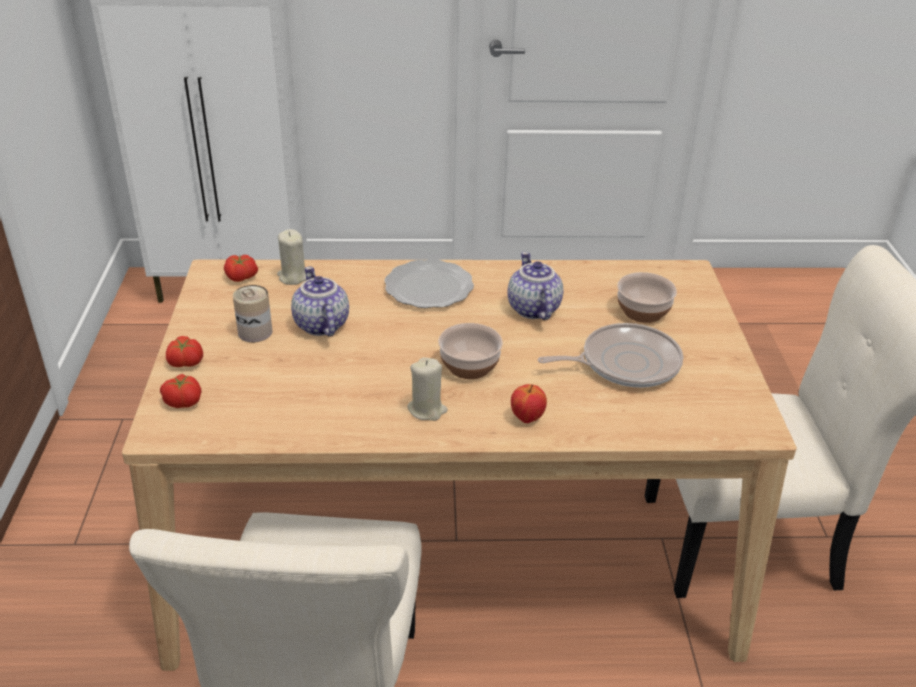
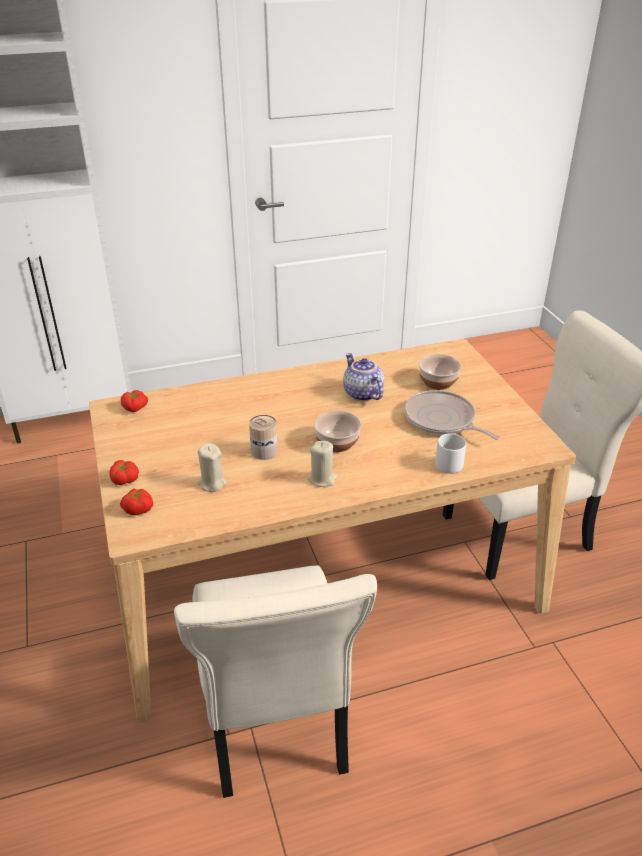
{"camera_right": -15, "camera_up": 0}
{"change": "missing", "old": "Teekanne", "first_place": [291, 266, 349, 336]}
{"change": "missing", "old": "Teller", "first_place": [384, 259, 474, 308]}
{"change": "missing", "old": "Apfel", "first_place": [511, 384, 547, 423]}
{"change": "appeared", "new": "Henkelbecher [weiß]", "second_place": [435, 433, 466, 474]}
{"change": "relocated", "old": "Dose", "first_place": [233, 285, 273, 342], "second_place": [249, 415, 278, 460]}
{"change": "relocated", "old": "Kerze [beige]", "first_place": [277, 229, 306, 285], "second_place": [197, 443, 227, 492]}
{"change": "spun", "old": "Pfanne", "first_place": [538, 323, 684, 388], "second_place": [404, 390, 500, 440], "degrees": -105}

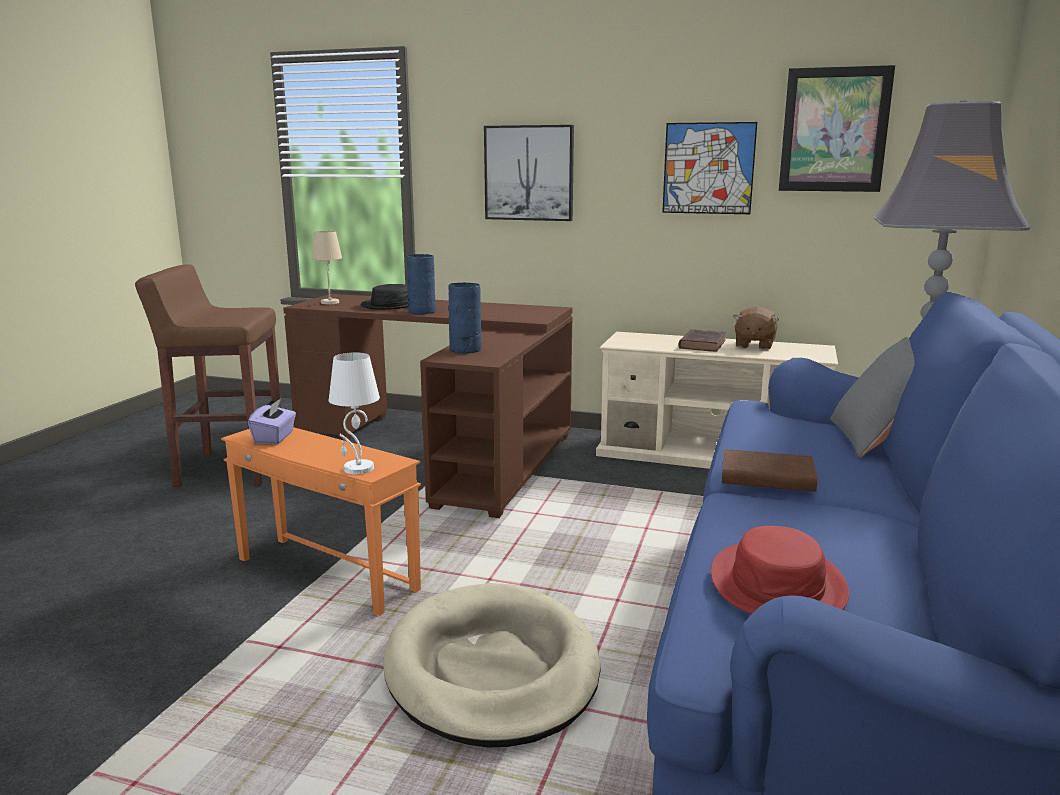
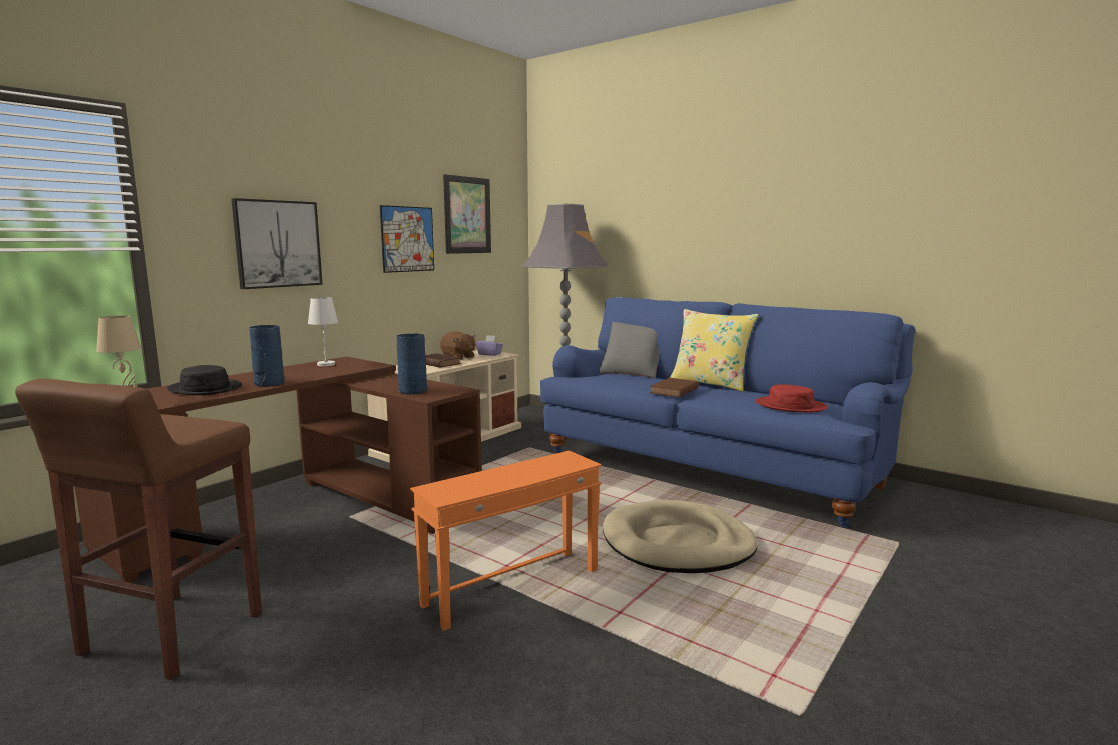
{"camera_right": -70, "camera_up": -5}
{"change": "appeared", "new": "Kissen [gelb]", "second_place": [670, 309, 759, 391]}
{"change": "relocated", "old": "Taschentuchbox [lila]", "first_place": [248, 398, 296, 444], "second_place": [476, 335, 503, 356]}
{"change": "relocated", "old": "Tischlampe [weiß]", "first_place": [329, 352, 380, 475], "second_place": [308, 297, 338, 366]}

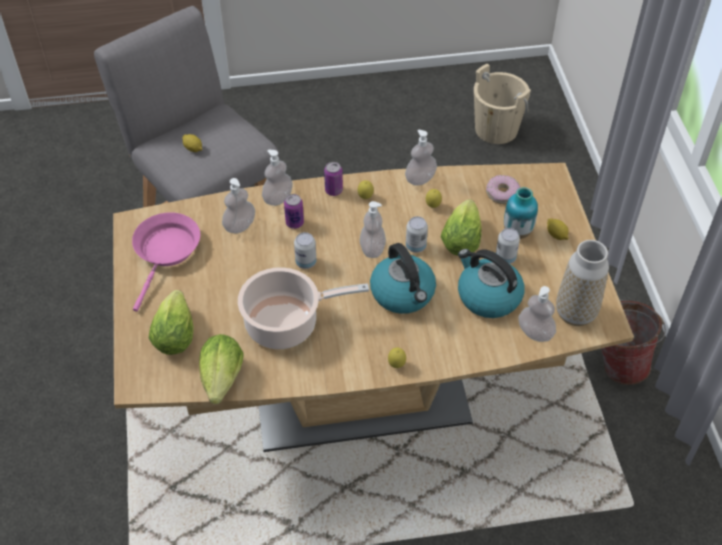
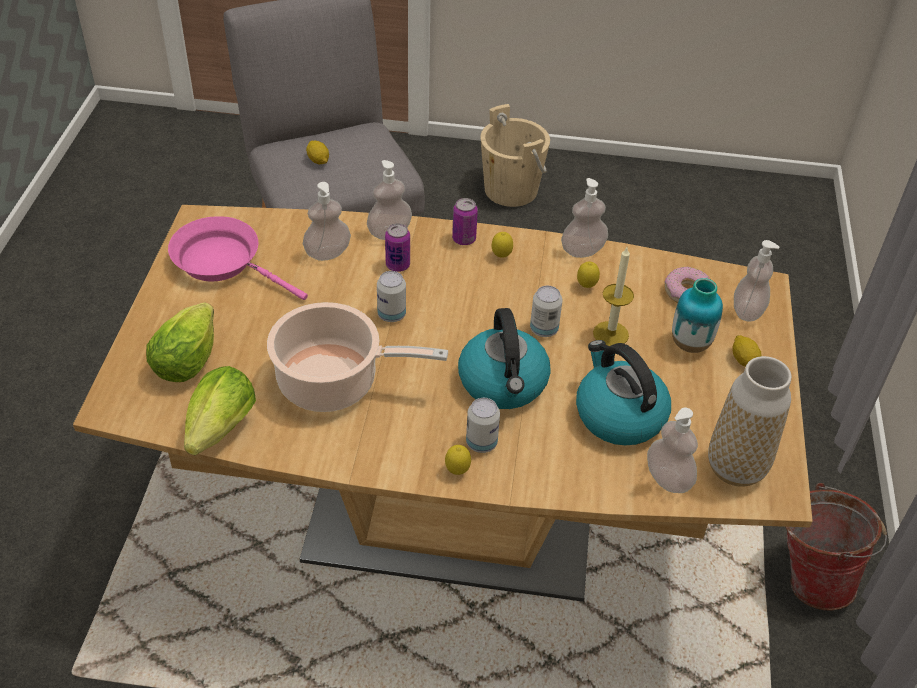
{"camera_right": 15, "camera_up": -5}
{"change": "relocated", "old": "Seifenspender", "first_place": [360, 201, 386, 258], "second_place": [734, 240, 779, 322]}
{"change": "relocated", "old": "Eimer [beige]", "first_place": [474, 64, 531, 144], "second_place": [480, 104, 550, 207]}
{"change": "relocated", "old": "Dose", "first_place": [496, 228, 520, 264], "second_place": [466, 398, 500, 453]}
{"change": "exchanged", "old": "Salatkopf", "new": "Kerze", "first_place": [441, 199, 482, 256], "second_place": [593, 247, 634, 346]}
{"change": "spun", "old": "Pfanne [rosa]", "first_place": [132, 212, 200, 312], "second_place": [168, 216, 308, 300], "degrees": -90}

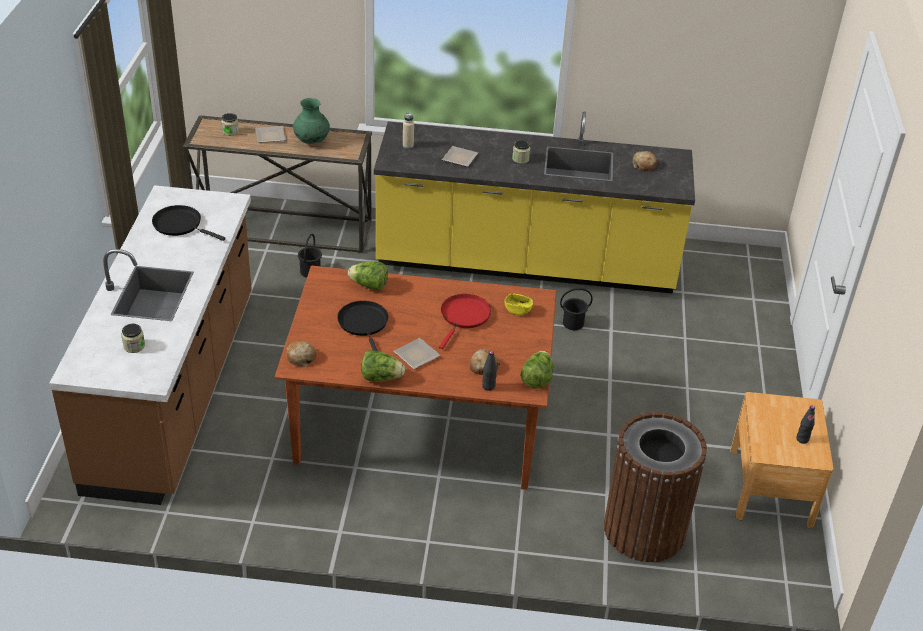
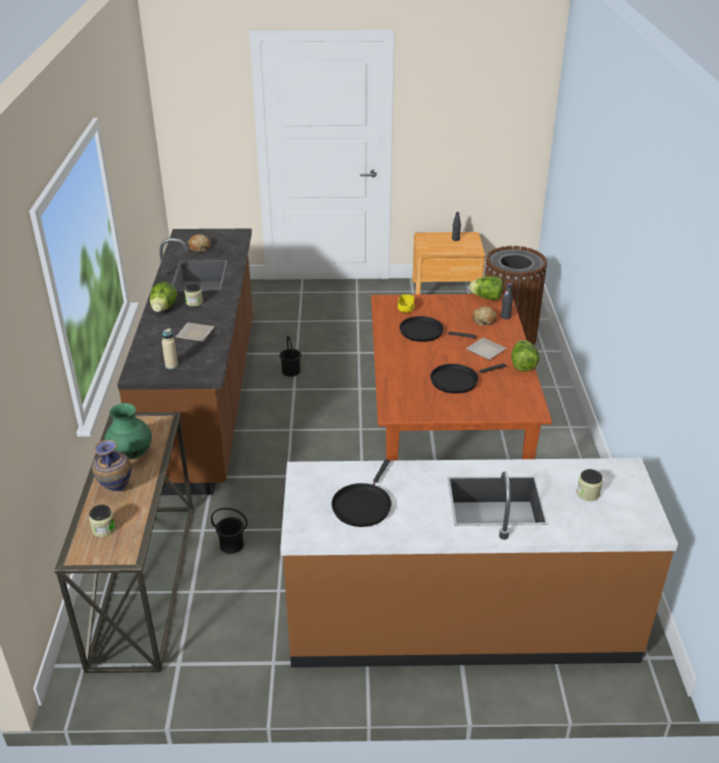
{"camera_right": -95, "camera_up": -5}
{"change": "missing", "old": "Brot", "first_place": [286, 340, 316, 367]}
{"change": "relocated", "old": "Salatkopf", "first_place": [348, 261, 388, 291], "second_place": [149, 282, 177, 312]}
{"change": "exchanged", "old": "Teller", "new": "Vase", "first_place": [256, 126, 285, 143], "second_place": [92, 440, 132, 491]}
{"change": "colour", "old": "Küchenzeile [gelb]", "new": "Küchenzeile [braun]", "first_place": [374, 111, 695, 294], "second_place": [117, 229, 253, 495]}
{"change": "colour", "old": "Pfanne [rot]", "new": "Pfanne [schwarz]", "first_place": [439, 294, 491, 349], "second_place": [399, 316, 476, 342]}

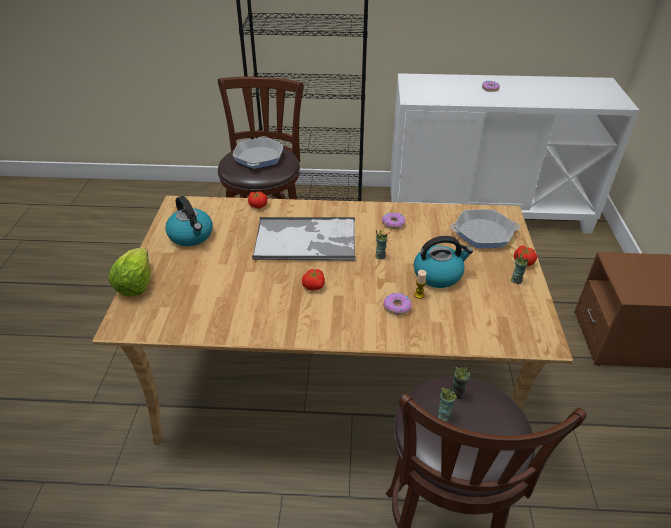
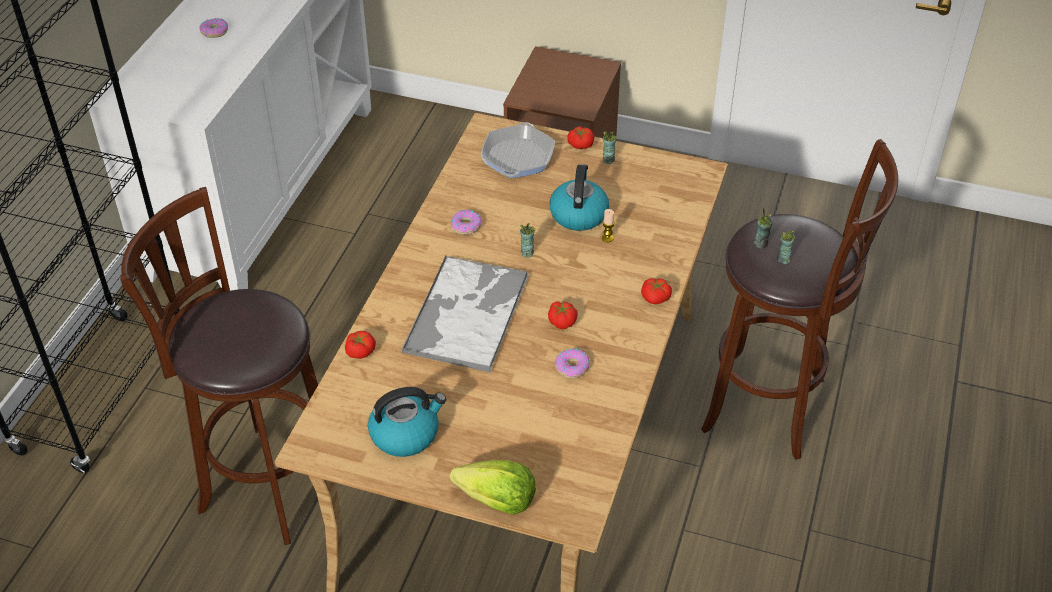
{"camera_right": -75, "camera_up": 5}
{"change": "missing", "old": "Pfanne", "first_place": [233, 136, 283, 169]}
{"change": "appeared", "new": "Tomate", "second_place": [641, 278, 672, 304]}
{"change": "relocated", "old": "Donut", "first_place": [383, 293, 412, 315], "second_place": [554, 348, 590, 378]}

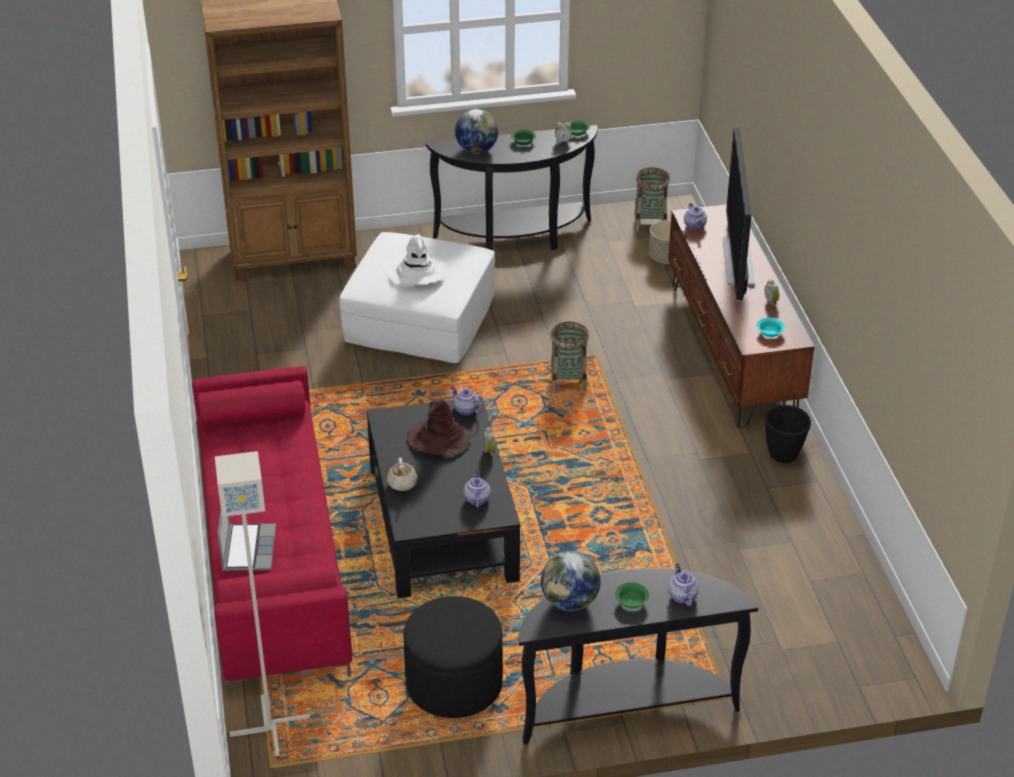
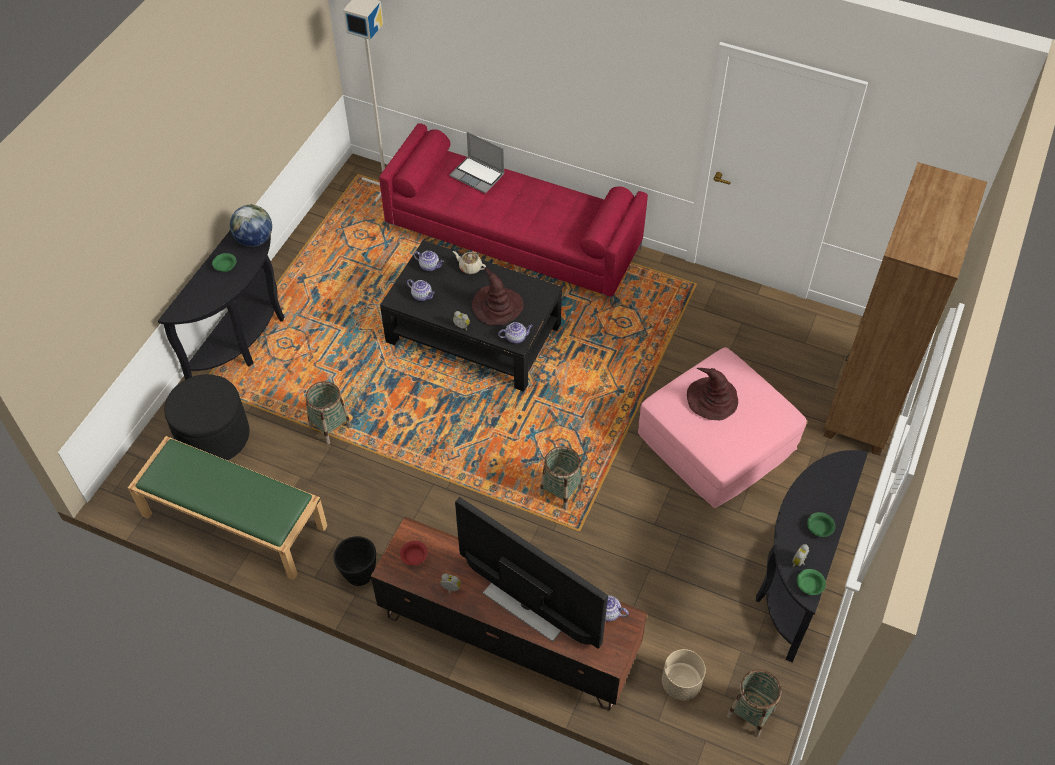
{"camera_right": 125, "camera_up": 15}
{"change": "missing", "old": "Globus", "first_place": [455, 109, 498, 153]}
{"change": "appeared", "new": "Bank [grün]", "second_place": [128, 436, 327, 580]}
{"change": "appeared", "new": "Korb", "second_place": [305, 381, 352, 445]}
{"change": "relocated", "old": "Polsterhocker [schwarz]", "first_place": [403, 596, 503, 718], "second_place": [164, 374, 249, 460]}
{"change": "relocated", "old": "Teekanne", "first_place": [668, 564, 699, 606], "second_place": [413, 251, 444, 271]}
{"change": "colour", "old": "Polsterhocker [weiß]", "new": "Polsterhocker [rosa]", "first_place": [339, 232, 495, 363], "second_place": [638, 347, 807, 508]}
{"change": "colour", "old": "Hut [weiß]", "new": "Hut [braun]", "first_place": [388, 234, 445, 286], "second_place": [687, 368, 738, 420]}
{"change": "colour", "old": "Schüssel [türkis]", "new": "Schüssel [rot]", "first_place": [757, 318, 785, 337], "second_place": [400, 541, 428, 565]}

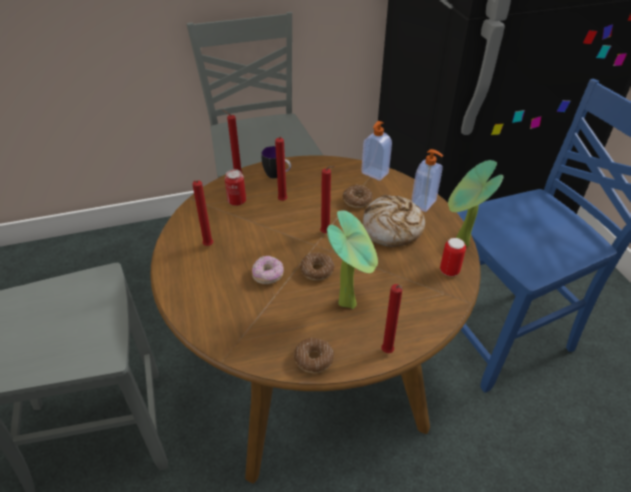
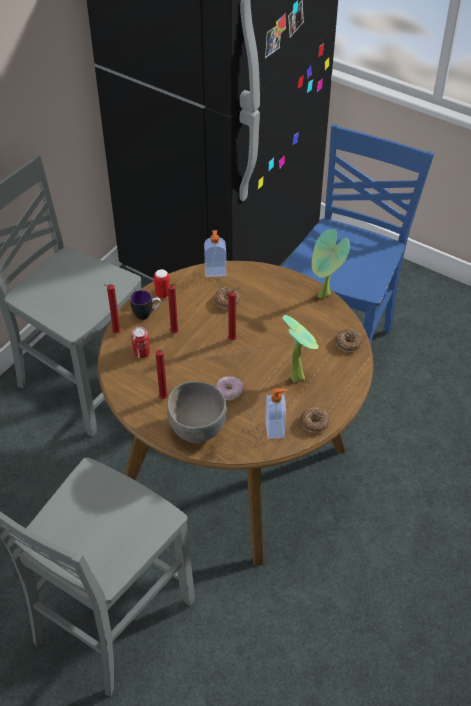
{"camera_right": -40, "camera_up": 5}
{"change": "missing", "old": "Brot", "first_place": [362, 195, 425, 247]}
{"change": "missing", "old": "Kerze [rot]", "first_place": [381, 284, 403, 353]}
{"change": "appeared", "new": "Schüssel [grau]", "second_place": [167, 381, 227, 443]}
{"change": "relocated", "old": "Donut", "first_place": [300, 253, 335, 281], "second_place": [335, 329, 363, 352]}
{"change": "relocated", "old": "Seifenspender", "first_place": [411, 149, 443, 212], "second_place": [266, 388, 288, 439]}
{"change": "relocated", "old": "Dose", "first_place": [440, 238, 466, 276], "second_place": [154, 269, 170, 299]}

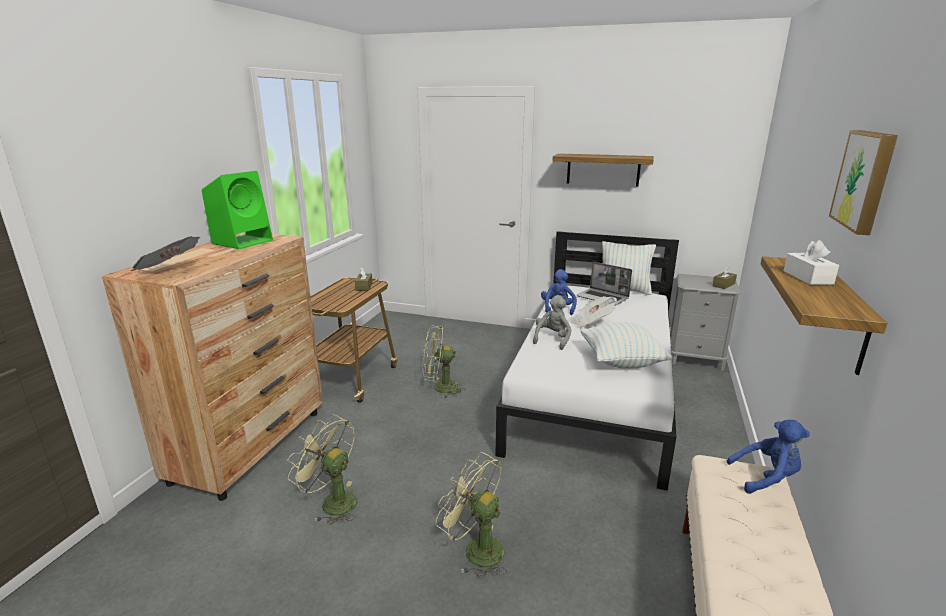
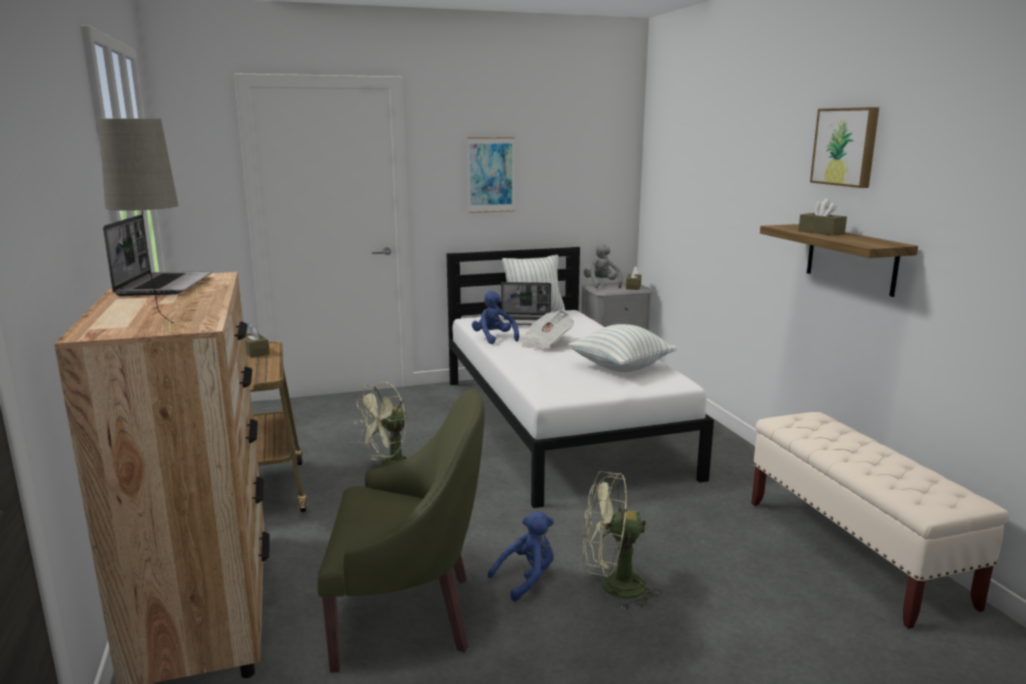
{"camera_right": -35, "camera_up": -5}
{"change": "relocated", "old": "Plüschtier [grau]", "first_place": [533, 295, 572, 350], "second_place": [584, 244, 623, 288]}
{"change": "relocated", "old": "Plüschtier [blau]", "first_place": [726, 420, 810, 494], "second_place": [488, 511, 554, 602]}
{"change": "exchanged", "old": "Zeitung", "new": "Tischlampe [beige]", "first_place": [131, 236, 200, 271], "second_place": [99, 119, 178, 323]}
{"change": "exchanged", "old": "Lautsprecher [grün]", "new": "Laptop", "first_place": [202, 171, 273, 249], "second_place": [103, 215, 212, 296]}
{"change": "exchanged", "old": "Ventilator [grün]", "new": "Sessel [grün]", "first_place": [287, 414, 357, 525], "second_place": [317, 389, 485, 673]}
{"change": "exchanged", "old": "Wandregal", "new": "Bild", "first_place": [553, 153, 654, 187], "second_place": [467, 137, 515, 213]}
{"change": "colour", "old": "Taschentuchbox [weiß]", "new": "Taschentuchbox [braun]", "first_place": [784, 240, 839, 285], "second_place": [798, 199, 847, 236]}

